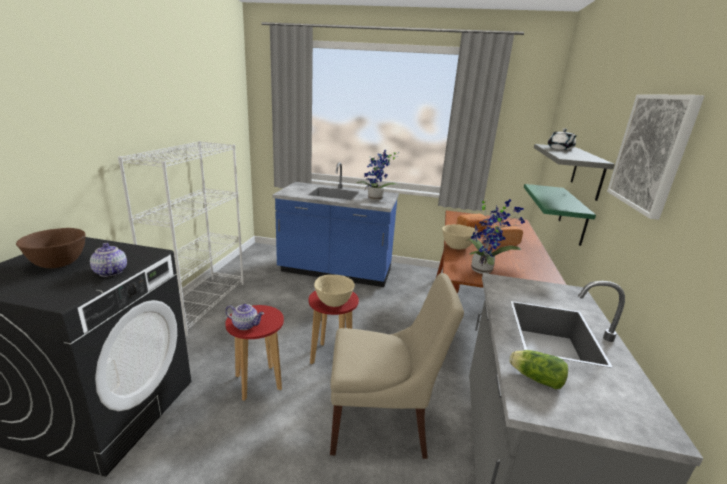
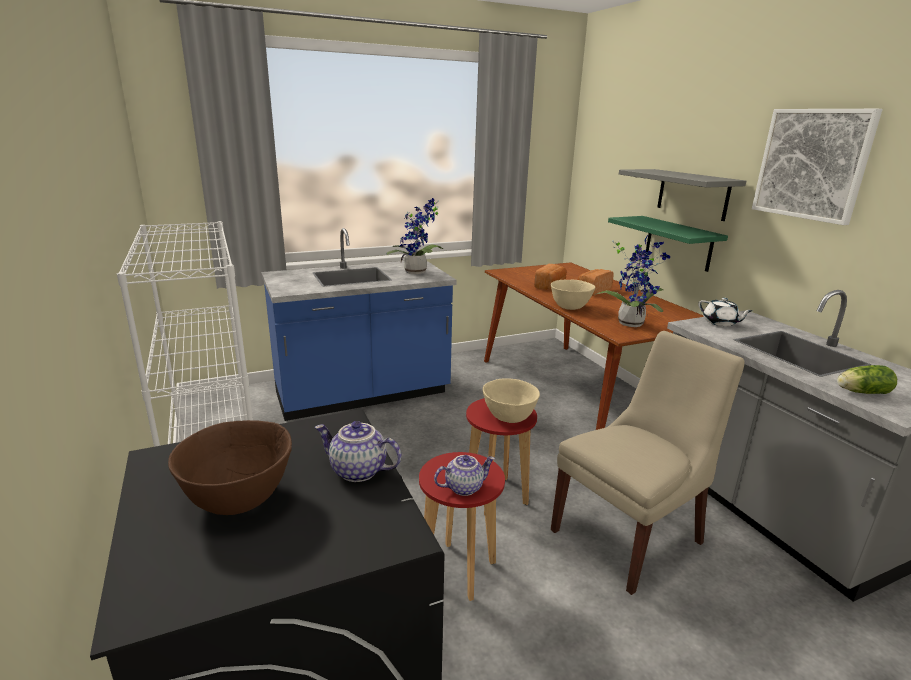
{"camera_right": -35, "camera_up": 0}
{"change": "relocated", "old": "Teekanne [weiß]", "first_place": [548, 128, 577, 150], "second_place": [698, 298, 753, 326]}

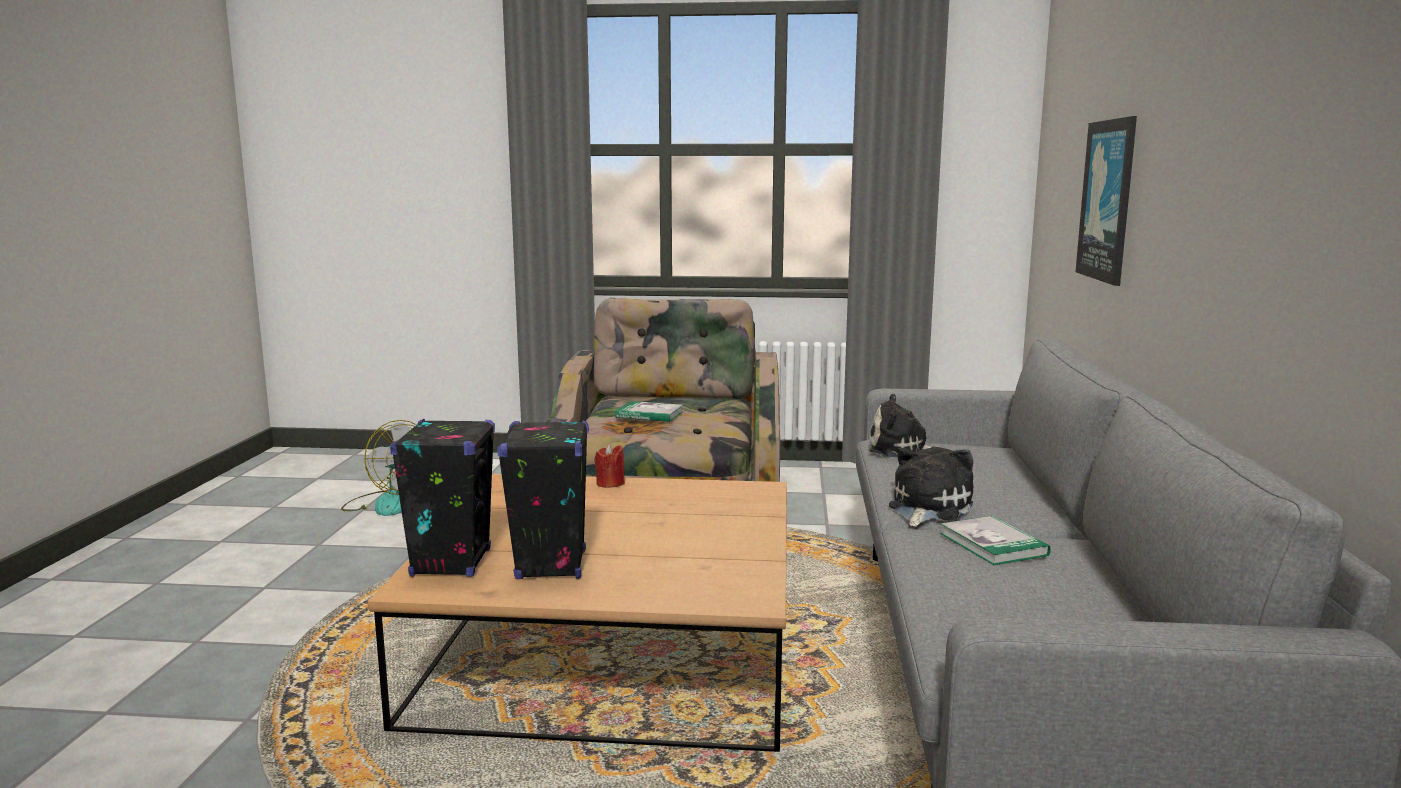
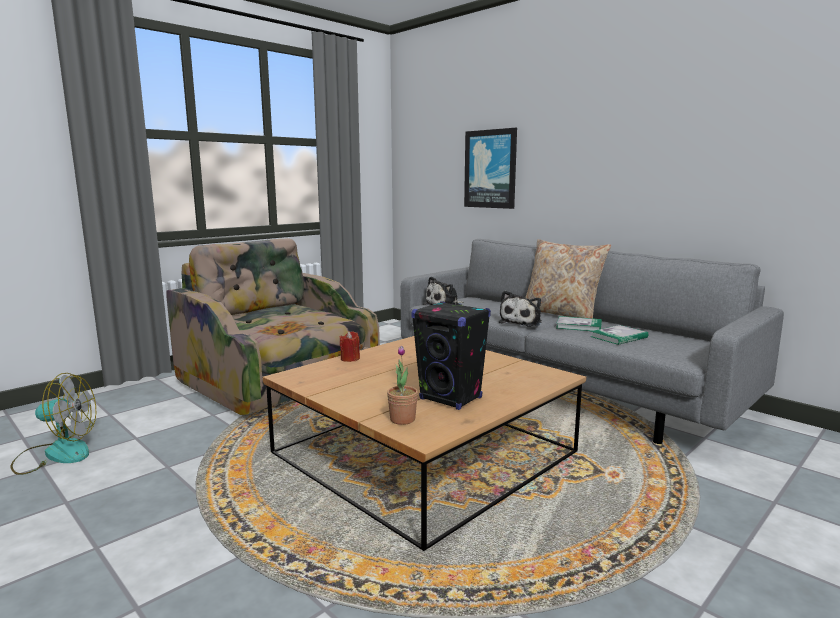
{"camera_right": -50, "camera_up": 0}
{"change": "appeared", "new": "Kissen [beige]", "second_place": [525, 239, 611, 318]}
{"change": "relocated", "old": "Buch", "first_place": [615, 401, 684, 422], "second_place": [590, 325, 648, 345]}
{"change": "exchanged", "old": "Lautsprecher [schwarz]", "new": "Topfpflanze", "first_place": [390, 419, 495, 577], "second_place": [387, 346, 418, 425]}
{"change": "spun", "old": "Plüschtier", "first_place": [889, 447, 973, 527], "second_place": [499, 291, 542, 326], "degrees": -135}

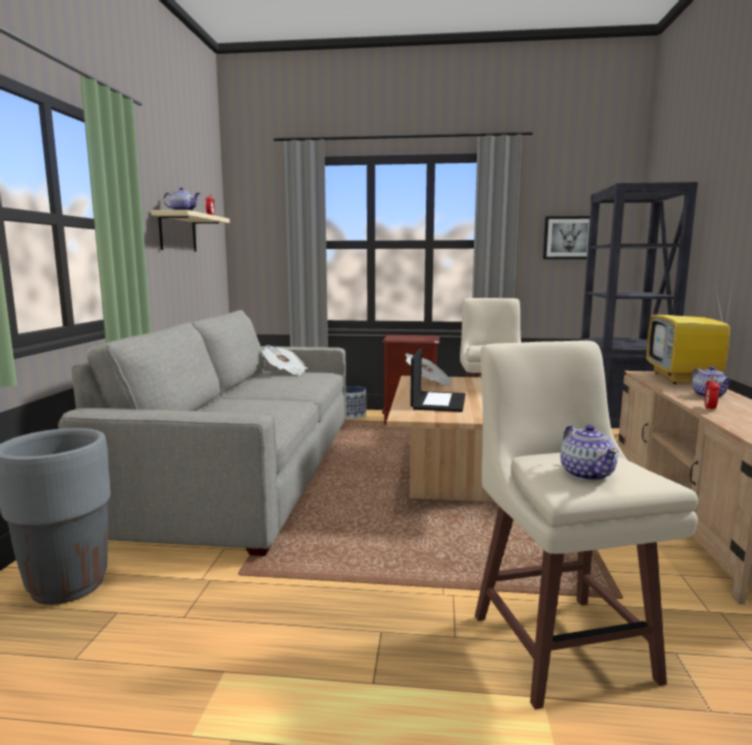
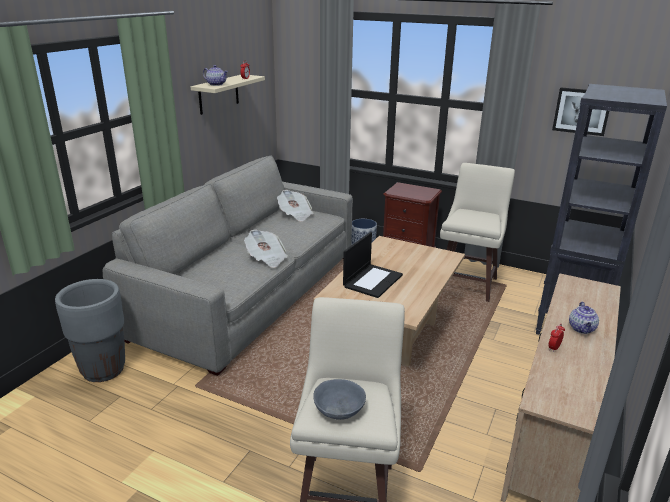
{"camera_right": 20, "camera_up": 15}
{"change": "missing", "old": "Fernseher", "first_place": [646, 277, 733, 384]}
{"change": "relocated", "old": "Zeitung", "first_place": [405, 354, 452, 387], "second_place": [244, 229, 288, 268]}
{"change": "exchanged", "old": "Teekanne", "new": "Schüssel [grau]", "first_place": [560, 424, 619, 481], "second_place": [313, 379, 366, 420]}

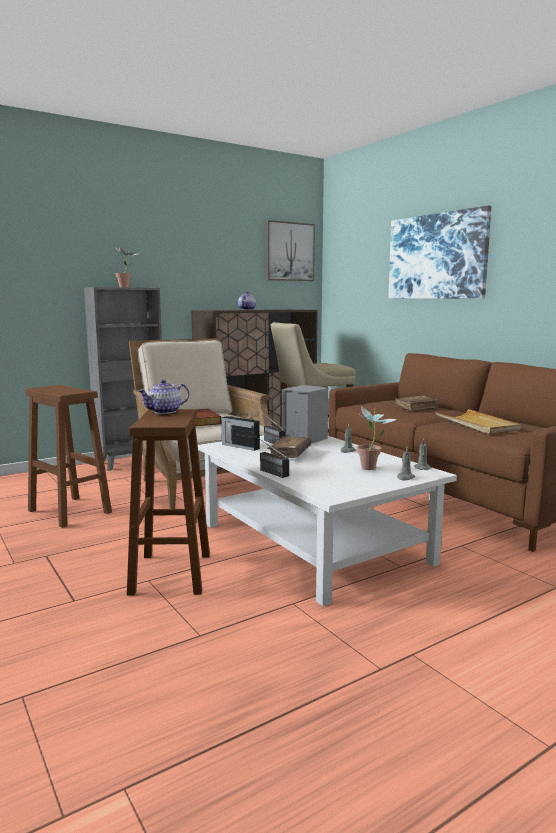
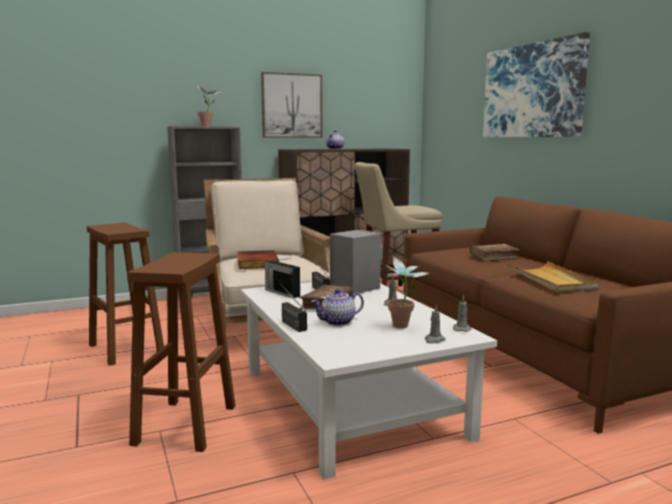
{"camera_right": 10, "camera_up": 0}
{"change": "relocated", "old": "Teekanne", "first_place": [138, 380, 189, 414], "second_place": [311, 289, 364, 326]}
{"change": "relocated", "old": "Bild", "first_place": [266, 220, 315, 281], "second_place": [261, 72, 322, 138]}

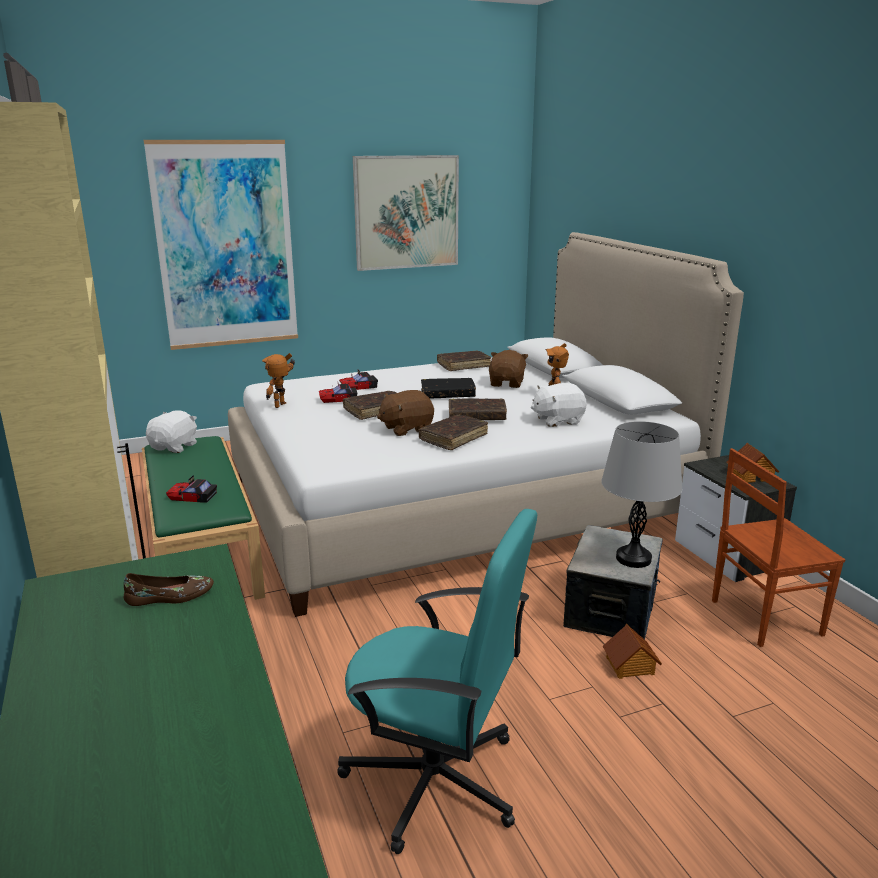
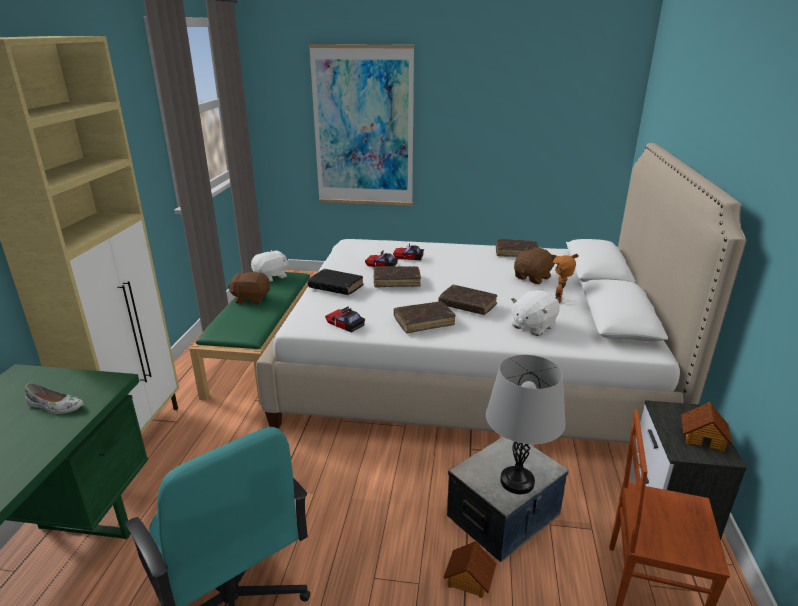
{"camera_right": 30, "camera_up": 5}
{"change": "missing", "old": "Spielzeugroboter", "first_place": [262, 353, 295, 408]}
{"change": "missing", "old": "Bild", "first_place": [353, 155, 459, 271]}
{"change": "relocated", "old": "Spielzeugauto", "first_place": [166, 475, 217, 503], "second_place": [325, 306, 365, 332]}
{"change": "relocated", "old": "Plüschtier [braun]", "first_place": [377, 390, 434, 436], "second_place": [228, 271, 270, 305]}
{"change": "relocated", "old": "Buch [schwarz]", "first_place": [421, 378, 476, 399], "second_place": [308, 269, 364, 295]}
{"change": "colour", "old": "Schuh [braun]", "new": "Schuh [weiß]", "first_place": [124, 573, 214, 606], "second_place": [25, 383, 84, 414]}
{"change": "spun", "old": "Plüschtier [weiß]", "first_place": [531, 383, 587, 427], "second_place": [511, 290, 560, 336], "degrees": -60}

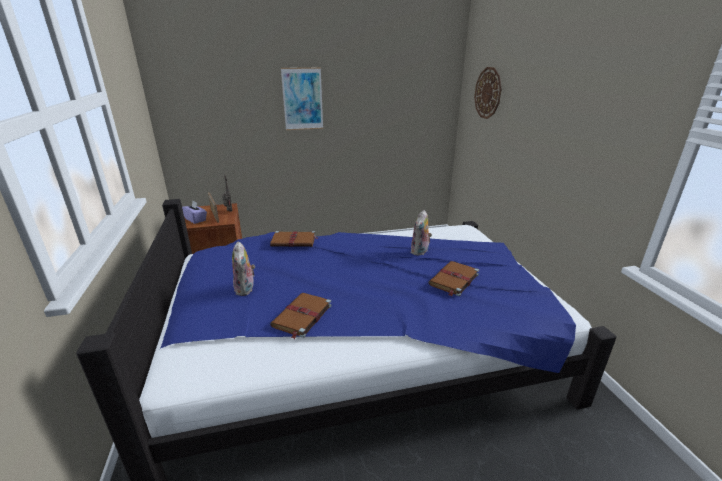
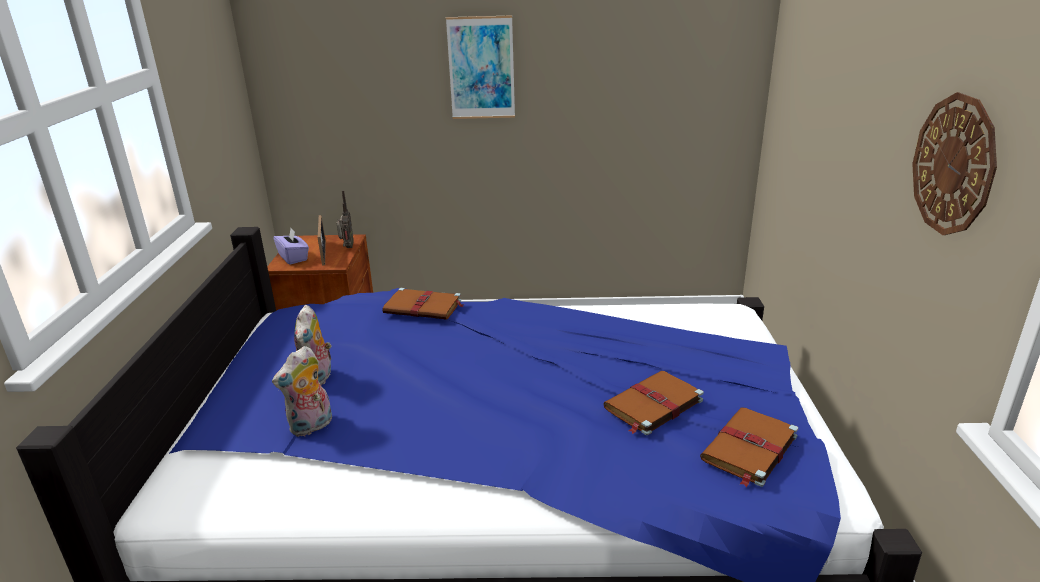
{"camera_right": 15, "camera_up": 0}
{"change": "relocated", "old": "Buch [braun]", "first_place": [270, 293, 332, 339], "second_place": [700, 407, 798, 487]}
{"change": "relocated", "old": "Plüschtier", "first_place": [411, 210, 432, 255], "second_place": [272, 346, 332, 437]}
{"change": "relocated", "old": "Wanduhr", "first_place": [474, 67, 502, 119], "second_place": [912, 92, 997, 235]}

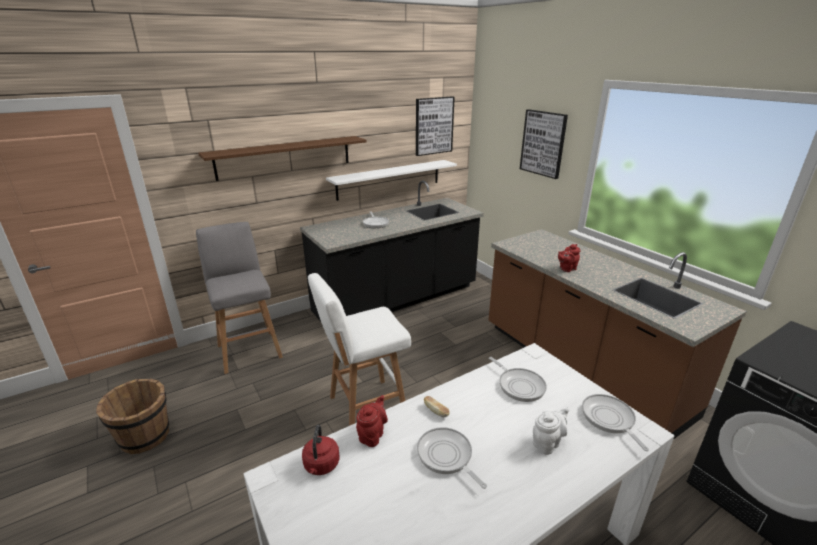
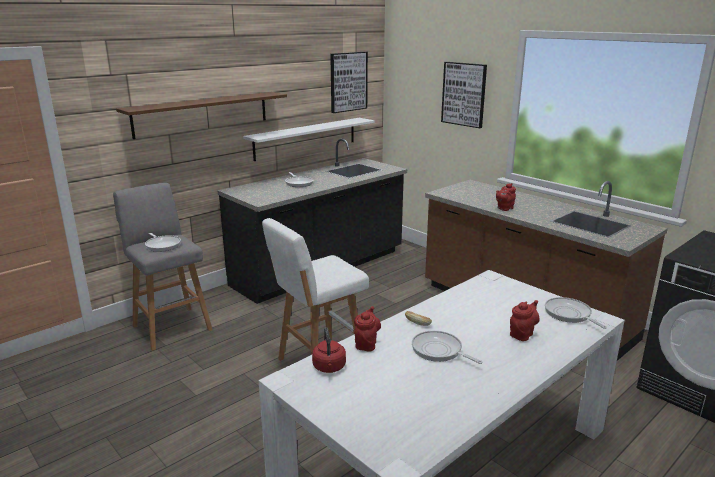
{"camera_right": -10, "camera_up": -5}
{"change": "missing", "old": "Eimer [braun]", "first_place": [96, 379, 169, 454]}
{"change": "relocated", "old": "Pfanne", "first_place": [489, 357, 547, 402], "second_place": [145, 233, 181, 252]}
{"change": "colour", "old": "Teekanne [weiß]", "new": "Teekanne [rot]", "first_place": [533, 408, 569, 455], "second_place": [510, 300, 539, 341]}

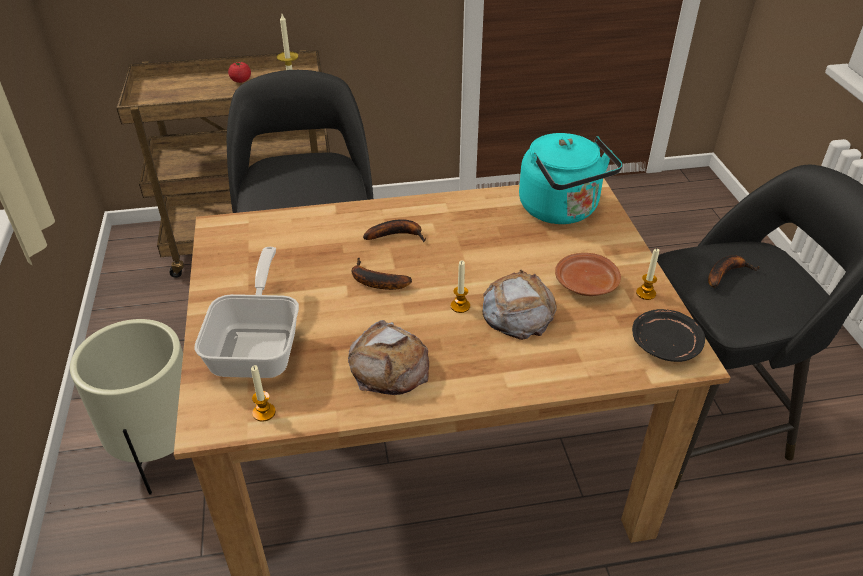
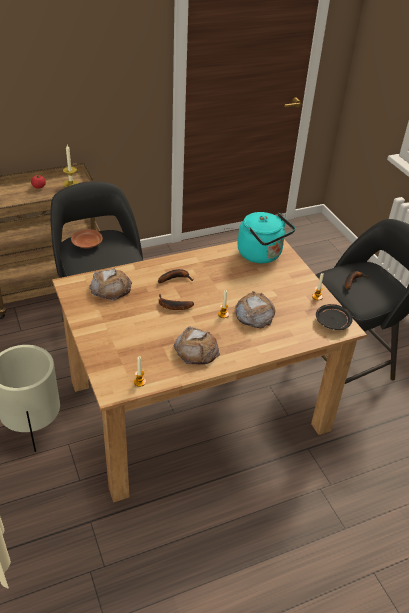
{"camera_right": -15, "camera_up": 0}
{"change": "missing", "old": "Pfanne", "first_place": [194, 247, 299, 378]}
{"change": "appeared", "new": "Brot", "second_place": [89, 268, 132, 301]}
{"change": "relocated", "old": "Teller [braun]", "first_place": [555, 253, 621, 296], "second_place": [71, 229, 103, 248]}

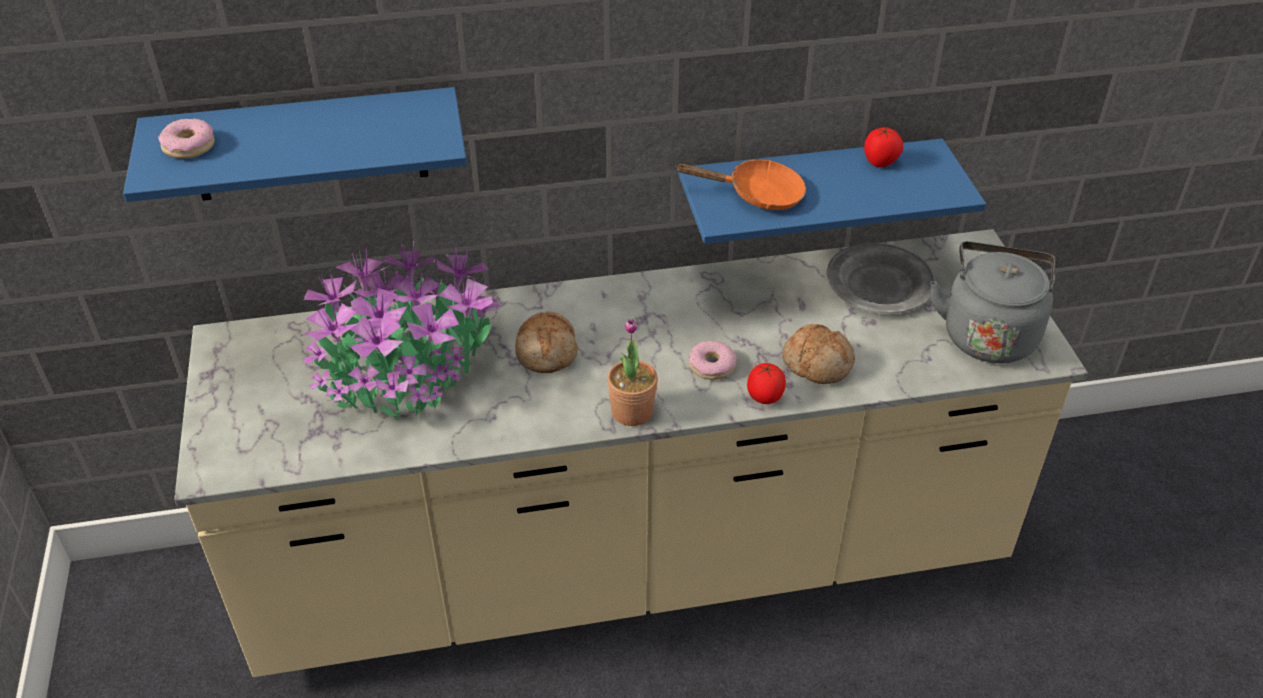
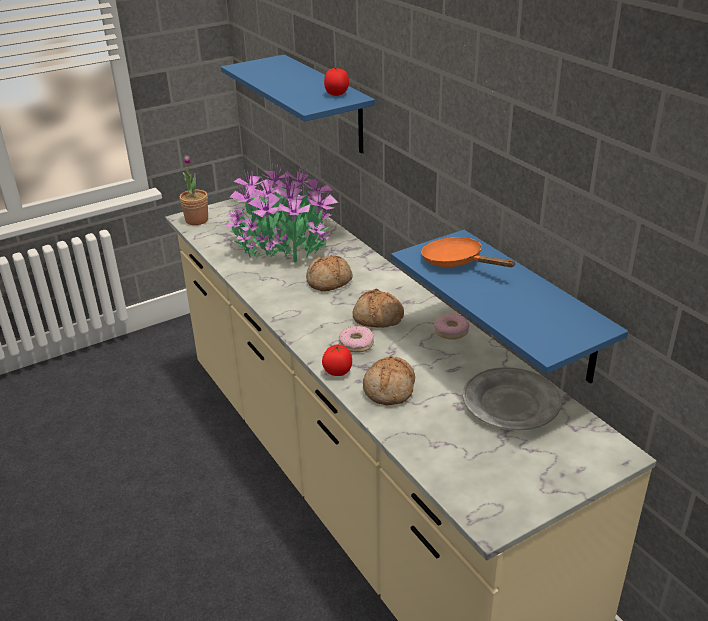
{"camera_right": 70, "camera_up": -10}
{"change": "missing", "old": "Wasserkessel [grau]", "first_place": [930, 241, 1055, 363]}
{"change": "appeared", "new": "Brot", "second_place": [352, 288, 404, 328]}
{"change": "relocated", "old": "Donut", "first_place": [158, 118, 215, 159], "second_place": [434, 314, 469, 340]}
{"change": "relocated", "old": "Topfpflanze", "first_place": [607, 318, 658, 426], "second_place": [179, 155, 208, 225]}
{"change": "relocated", "old": "Tomate", "first_place": [864, 127, 903, 167], "second_place": [324, 68, 349, 96]}
{"change": "spun", "old": "Pfanne [orange]", "first_place": [675, 160, 806, 210], "second_place": [421, 237, 516, 267], "degrees": 150}

